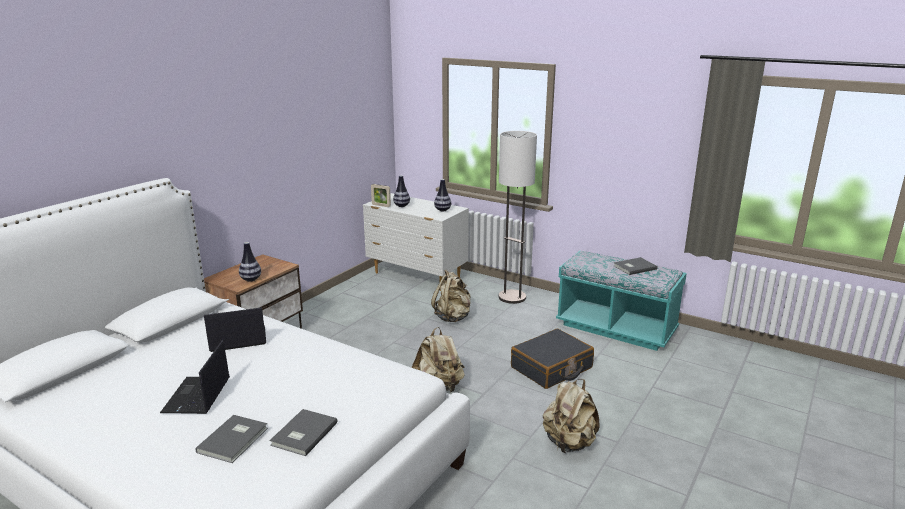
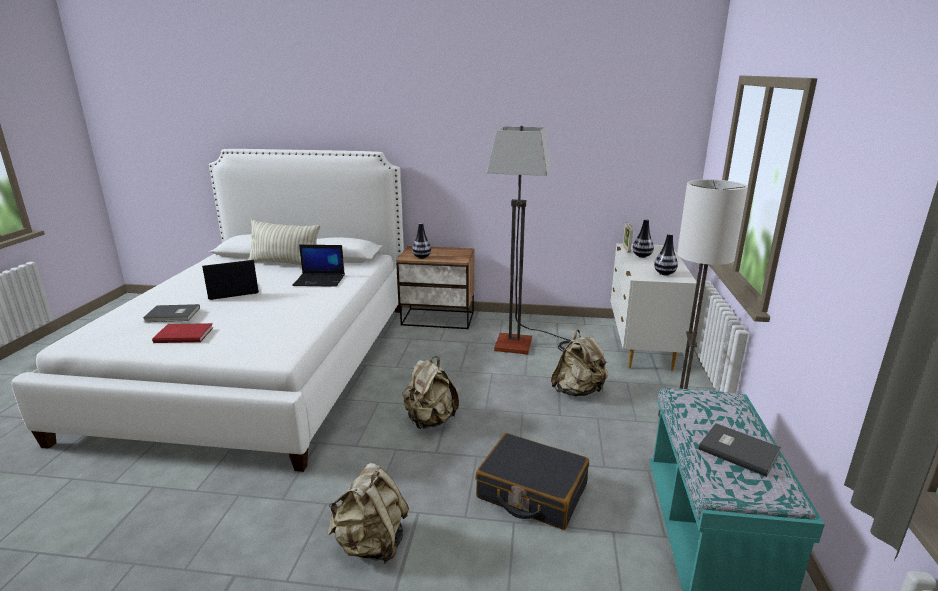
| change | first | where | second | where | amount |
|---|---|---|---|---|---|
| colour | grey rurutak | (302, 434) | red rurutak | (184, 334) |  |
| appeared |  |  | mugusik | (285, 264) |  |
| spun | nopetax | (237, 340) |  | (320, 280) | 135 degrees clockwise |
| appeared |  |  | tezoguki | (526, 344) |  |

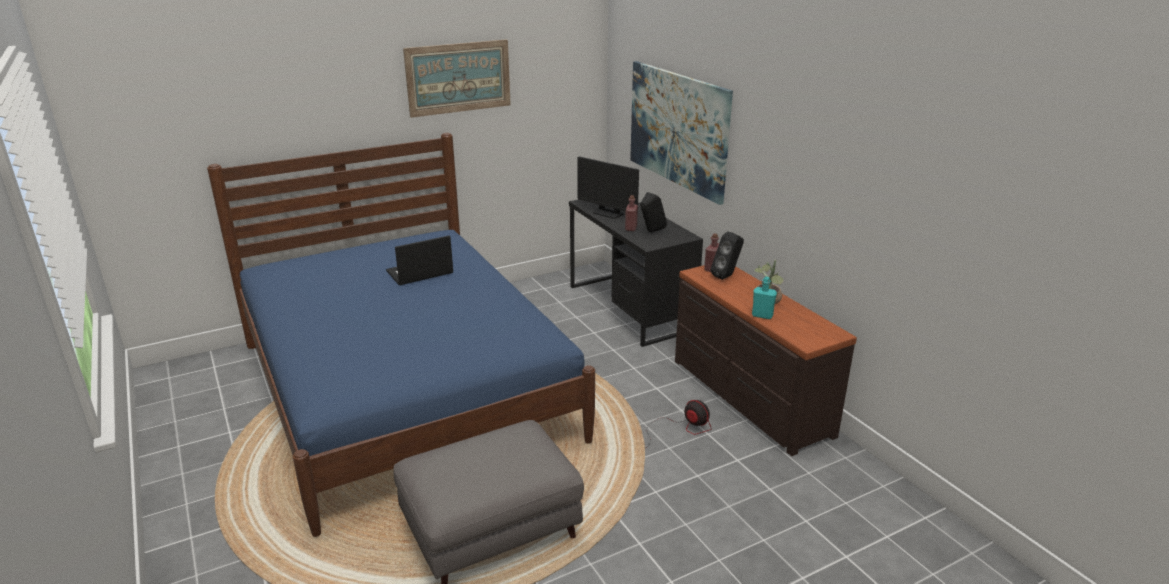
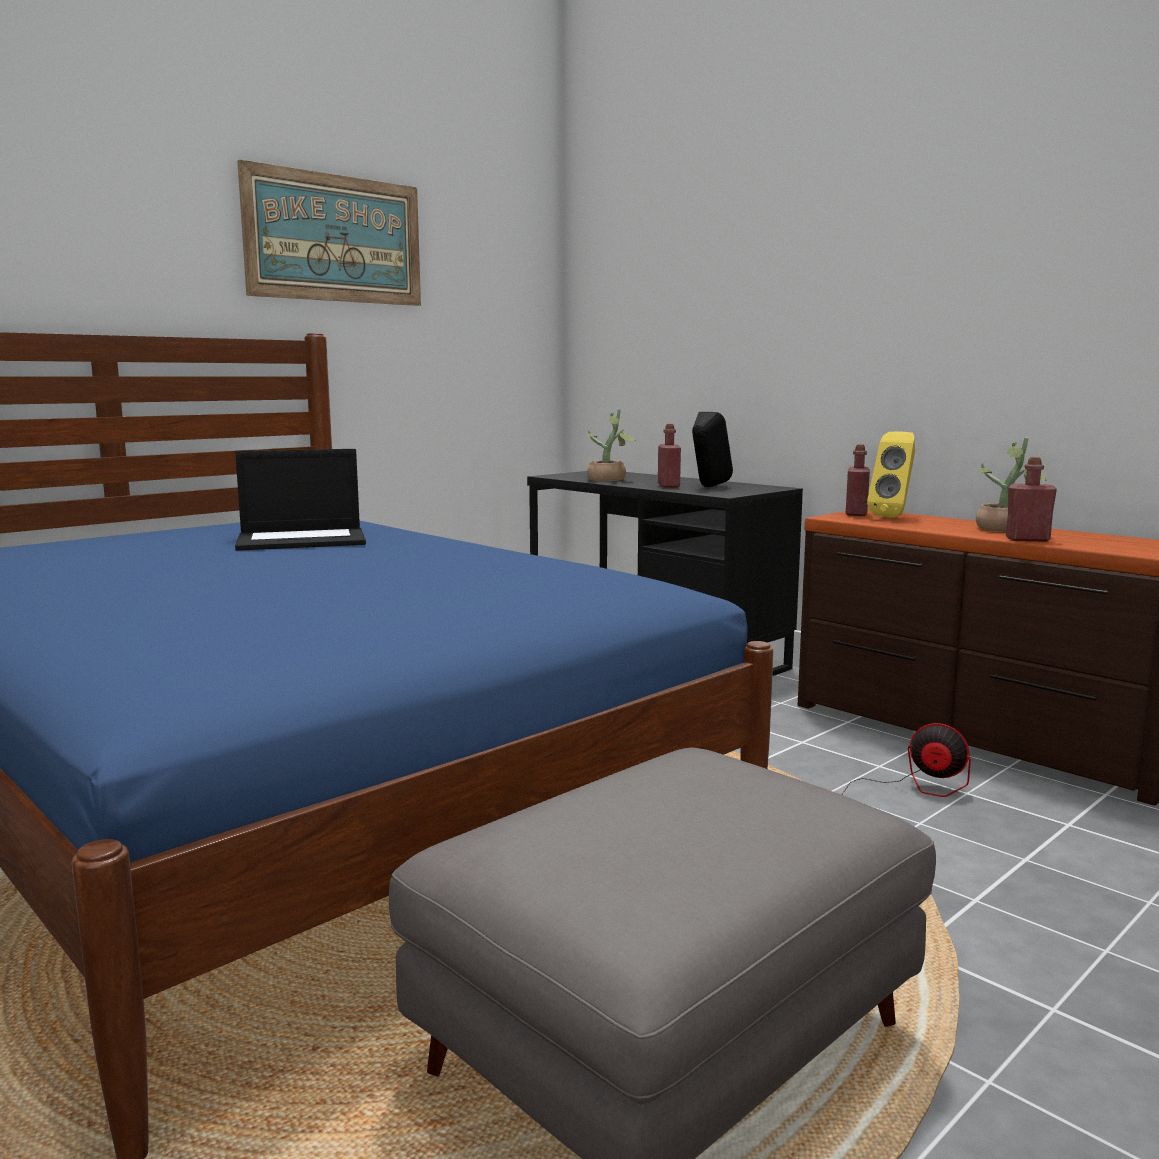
| change | first | where | second | where | amount |
|---|---|---|---|---|---|
| spun | nopetax | (419, 272) |  | (303, 540) | 150 degrees counterclockwise |
| exchanged | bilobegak | (608, 213) | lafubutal | (609, 479) |  |
| colour | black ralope | (727, 276) | yellow ralope | (893, 517) |  |
| colour | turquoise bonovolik | (762, 315) | red bonovolik | (1027, 539) |  |
| missing | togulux | (678, 129) |  |  |  |

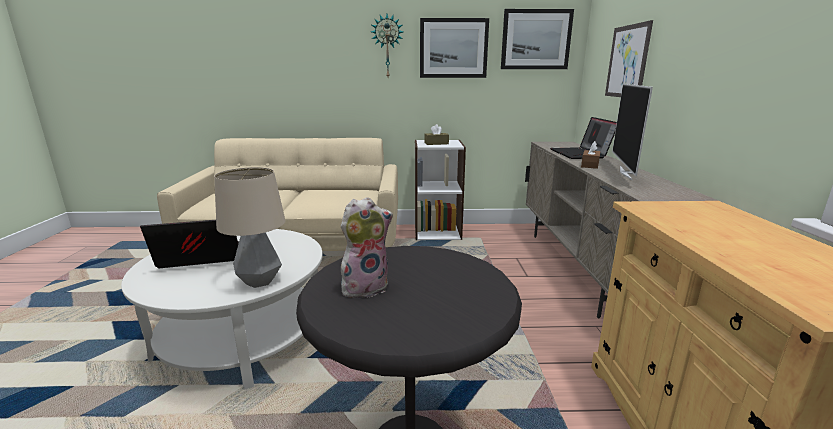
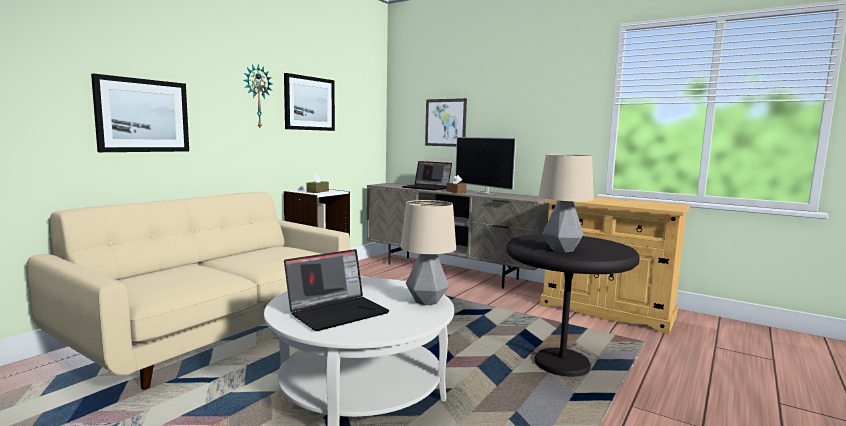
| change | first | where | second | where | amount |
|---|---|---|---|---|---|
| relocated | togulux | (535, 40) |  | (143, 115) |  |
| spun | nopetax | (202, 258) |  | (338, 312) | 150 degrees counterclockwise |
| exchanged | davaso | (365, 286) | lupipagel | (562, 250) |  |

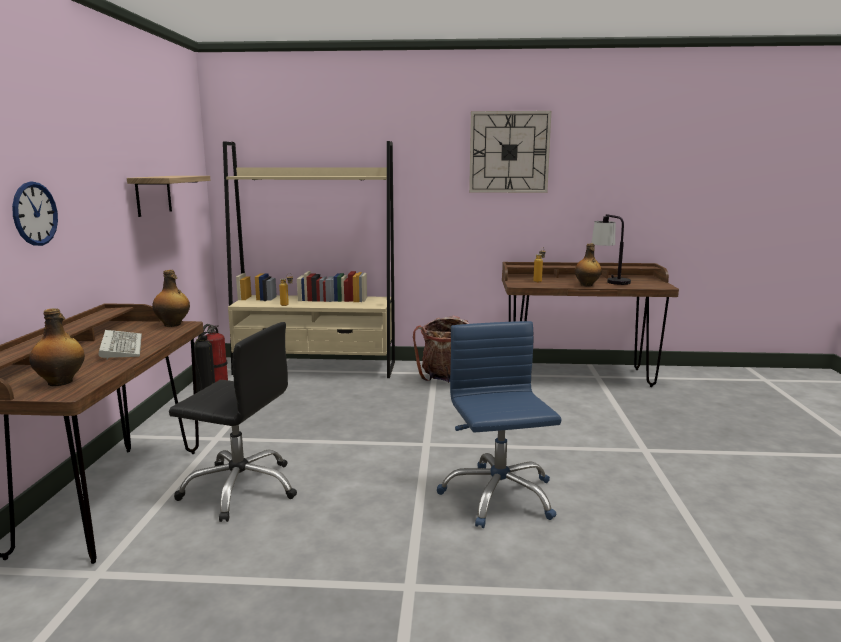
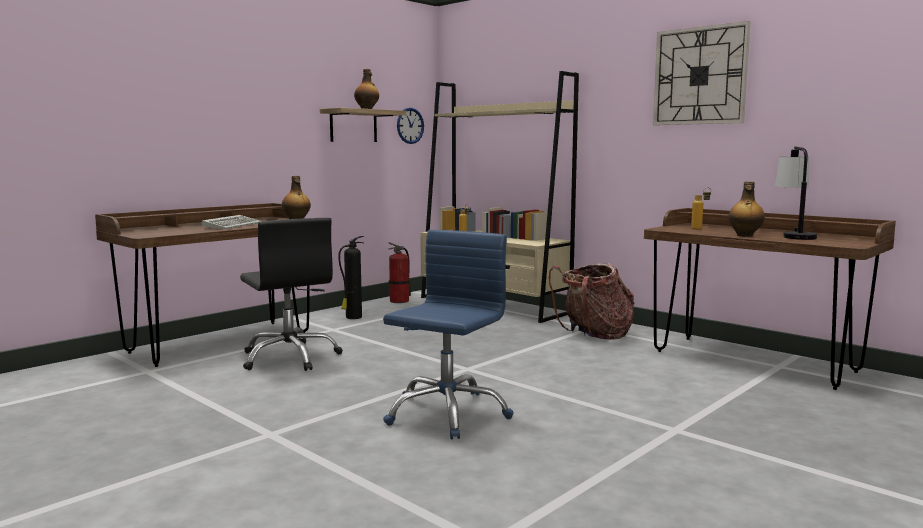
| change | first | where | second | where | amount |
|---|---|---|---|---|---|
| relocated | bonovolik | (61, 382) |  | (367, 109) |  |
| relocated | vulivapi | (35, 214) |  | (410, 125) |  |

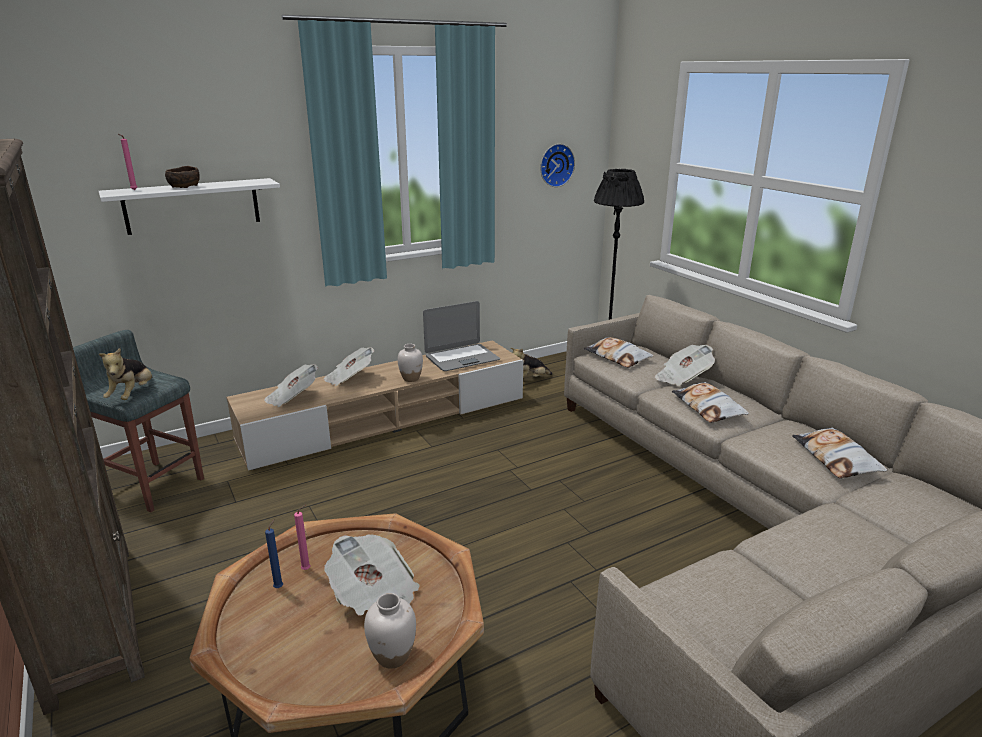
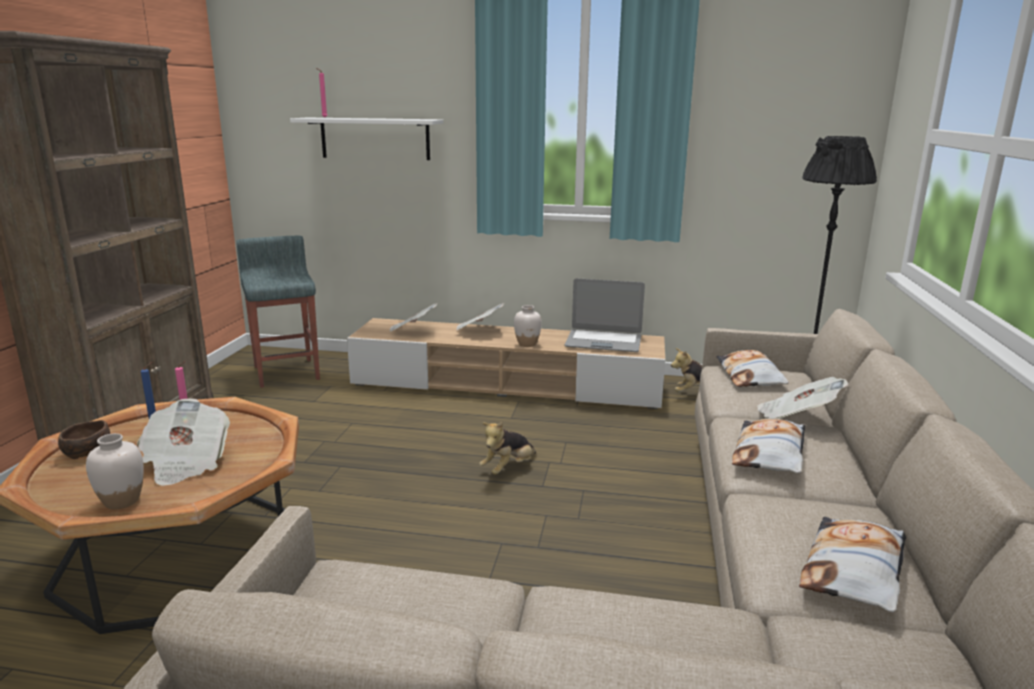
| change | first | where | second | where | amount |
|---|---|---|---|---|---|
| relocated | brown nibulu | (184, 187) |  | (86, 452) |  |
| relocated | davaso | (133, 395) |  | (508, 468) |  |
| missing | vulivapi | (555, 165) |  |  |  |

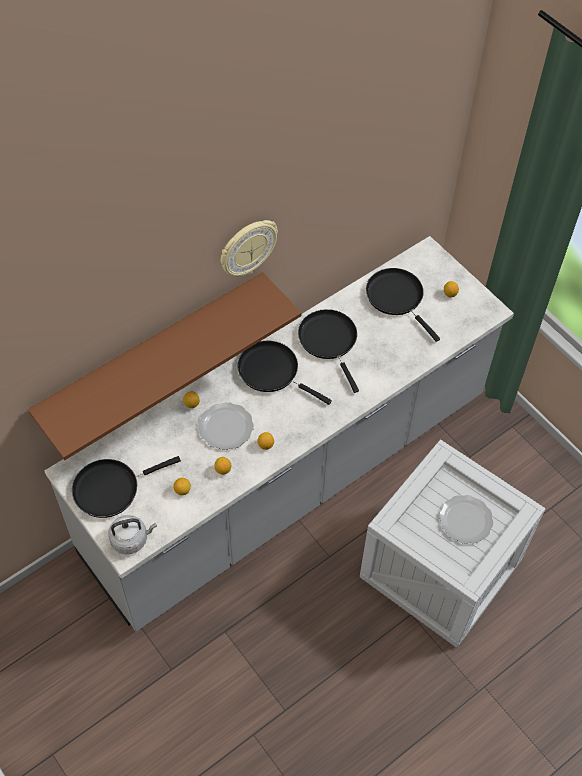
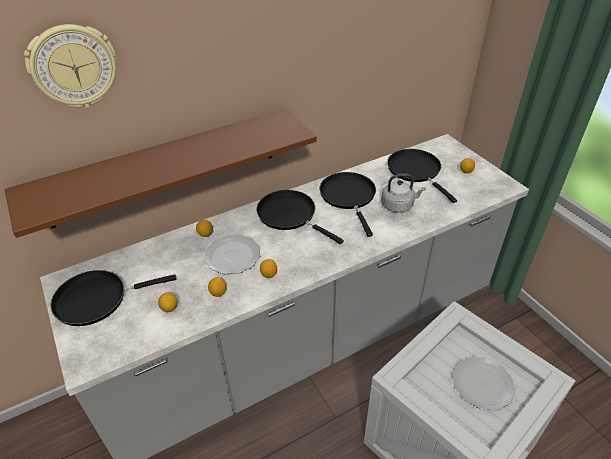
| change | first | where | second | where | amount |
|---|---|---|---|---|---|
| relocated | vulivapi | (247, 248) |  | (74, 67) |  |
| relocated | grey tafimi | (131, 539) |  | (399, 205) |  |

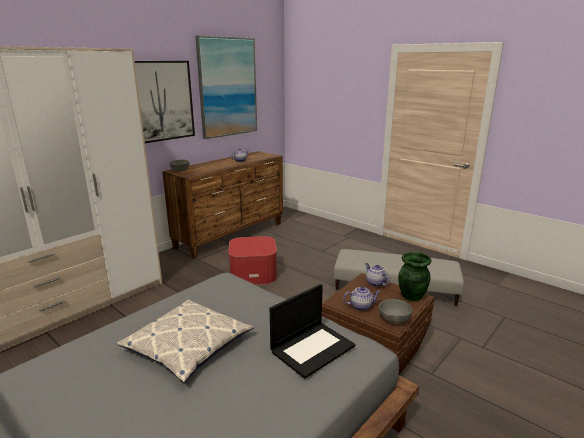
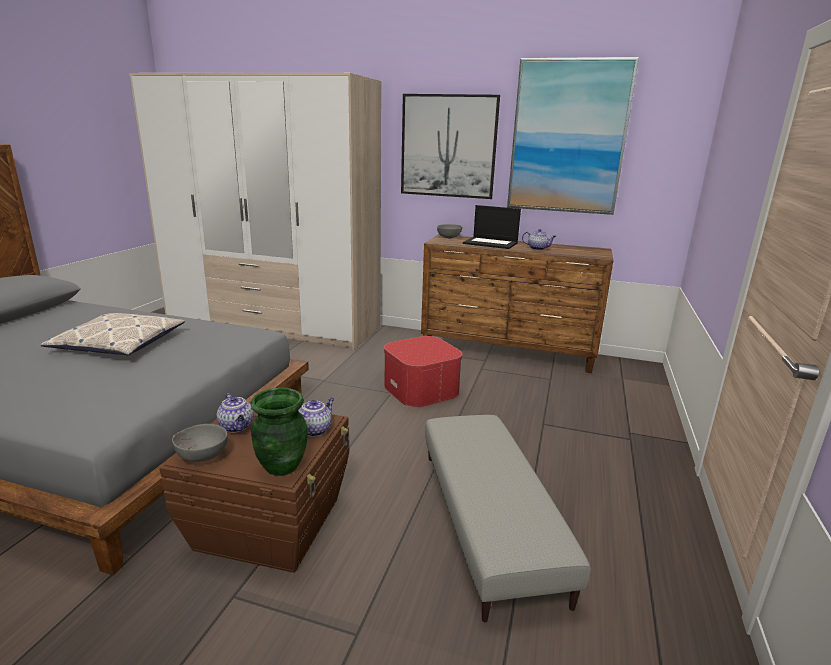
| change | first | where | second | where | amount |
|---|---|---|---|---|---|
| relocated | nopetax | (313, 348) |  | (491, 243) |  |

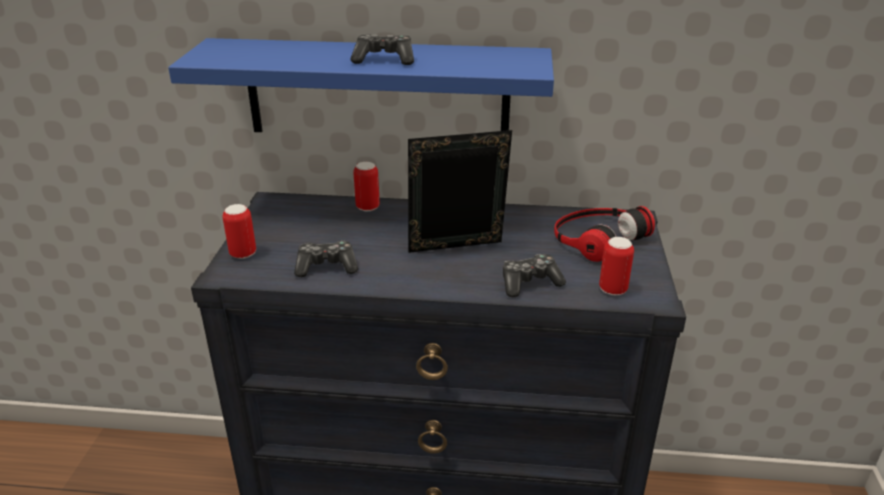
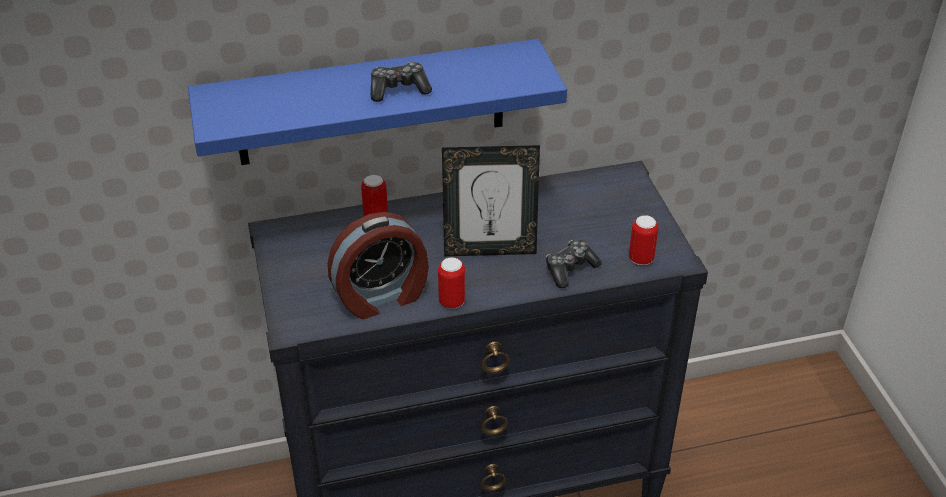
| change | first | where | second | where | amount |
|---|---|---|---|---|---|
| exchanged | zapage | (326, 267) | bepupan | (381, 296) |  |
| relocated | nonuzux | (243, 254) |  | (452, 301) |  |
| spun | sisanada | (457, 251) |  | (490, 250) | 150 degrees counterclockwise |
| missing | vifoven | (596, 237) |  |  |  |

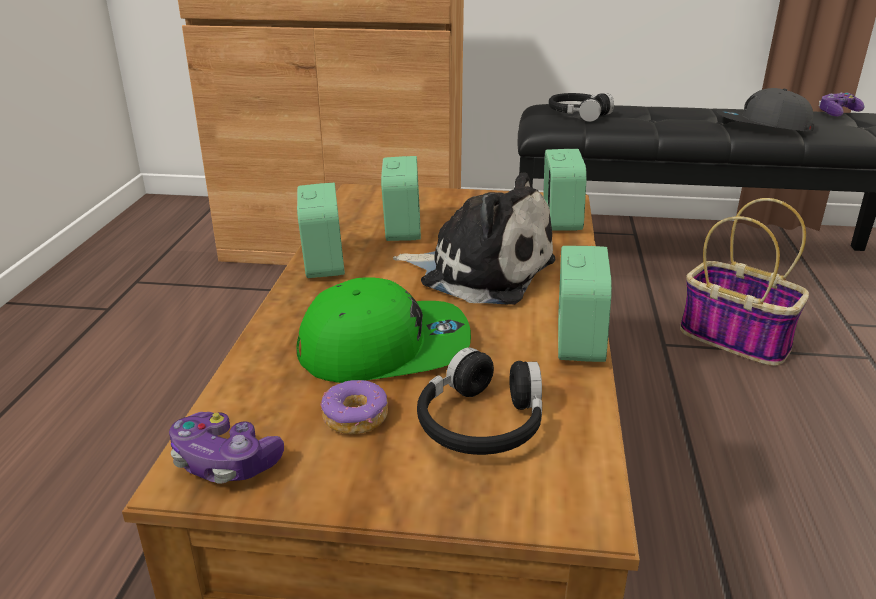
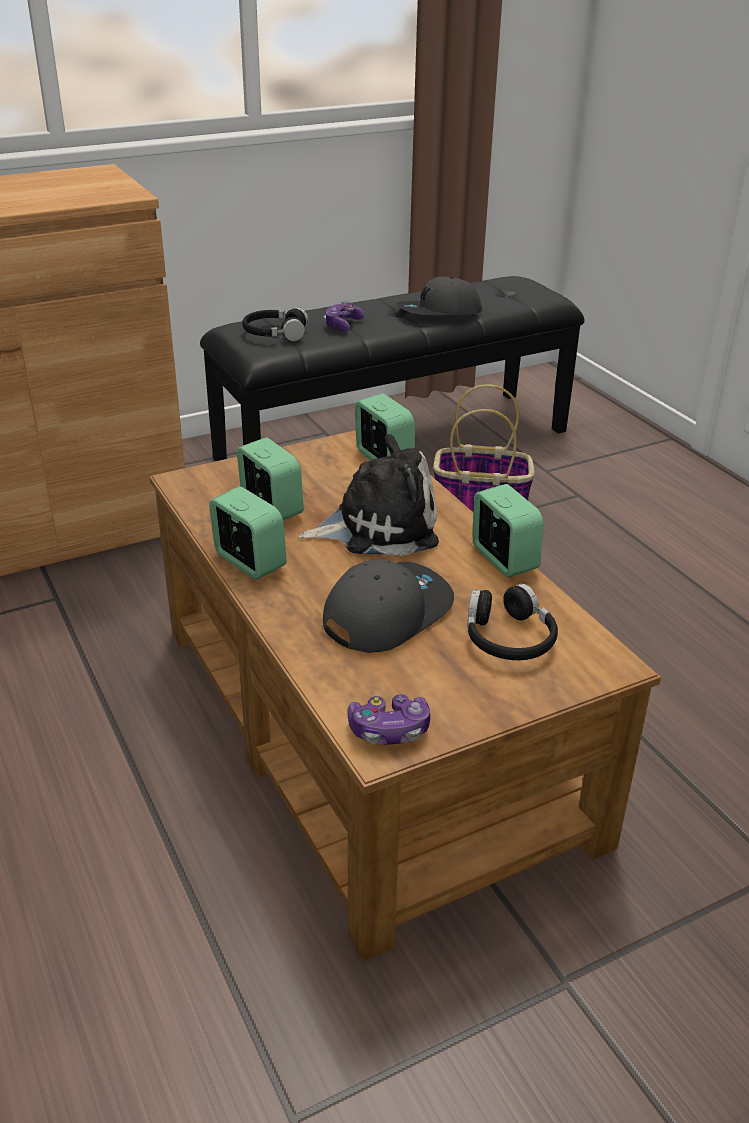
| change | first | where | second | where | amount |
|---|---|---|---|---|---|
| colour | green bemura | (384, 347) | grey bemura | (386, 612) |  |
| relocated | zapage | (837, 113) |  | (343, 325) |  |
| missing | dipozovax | (355, 417) |  |  |  |

